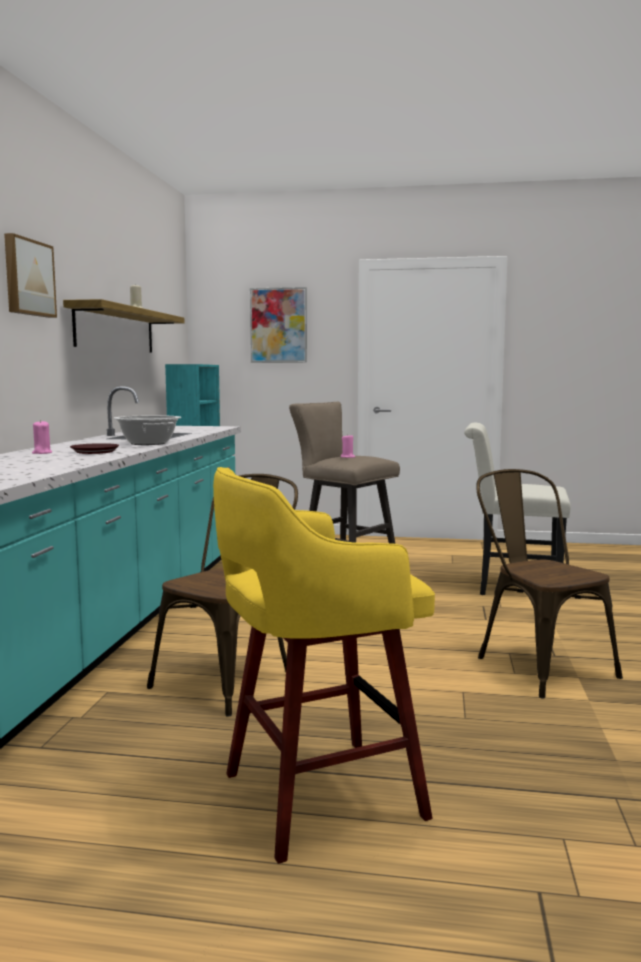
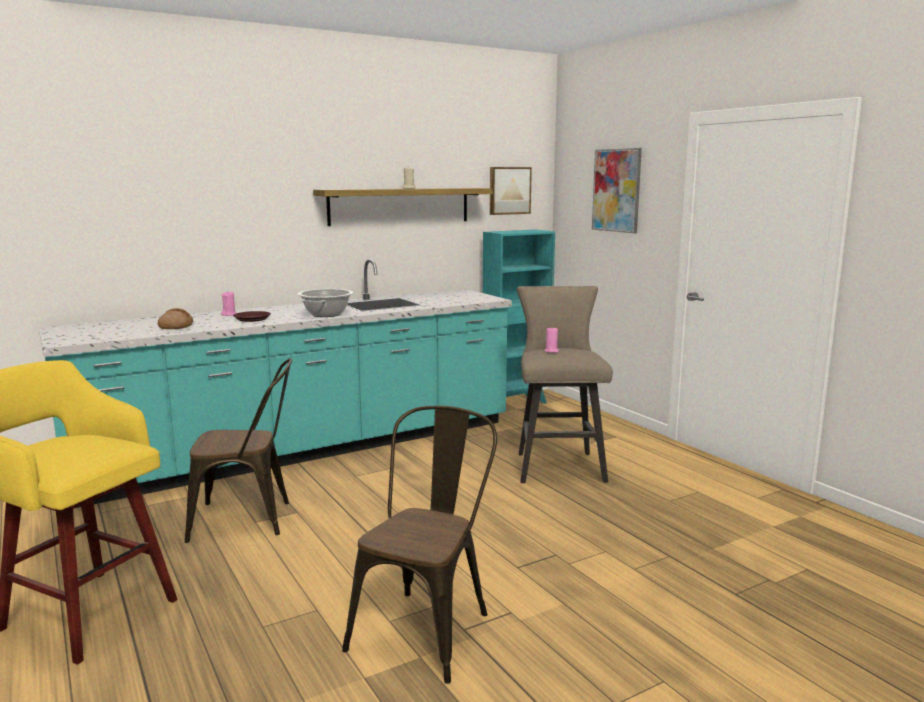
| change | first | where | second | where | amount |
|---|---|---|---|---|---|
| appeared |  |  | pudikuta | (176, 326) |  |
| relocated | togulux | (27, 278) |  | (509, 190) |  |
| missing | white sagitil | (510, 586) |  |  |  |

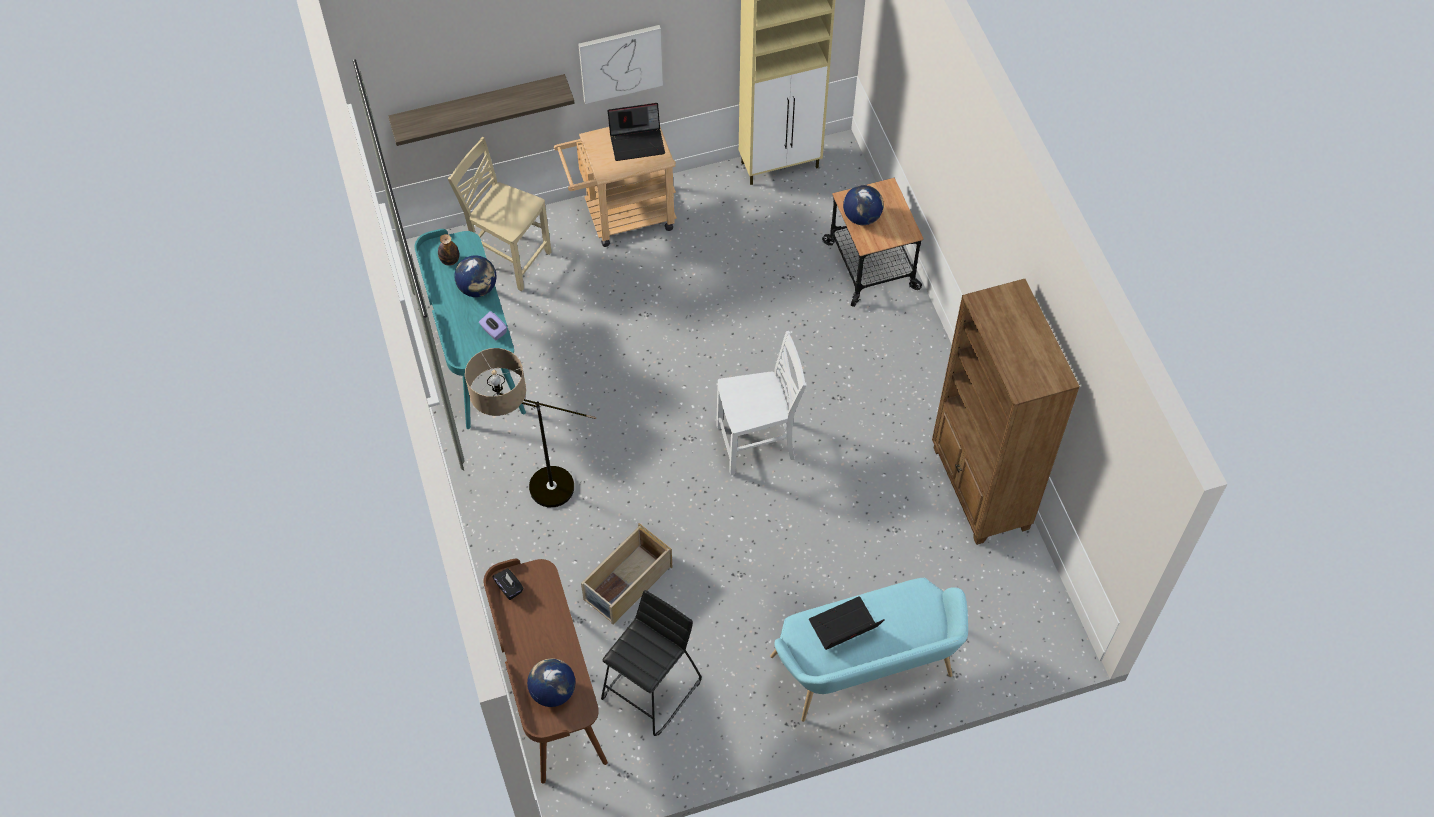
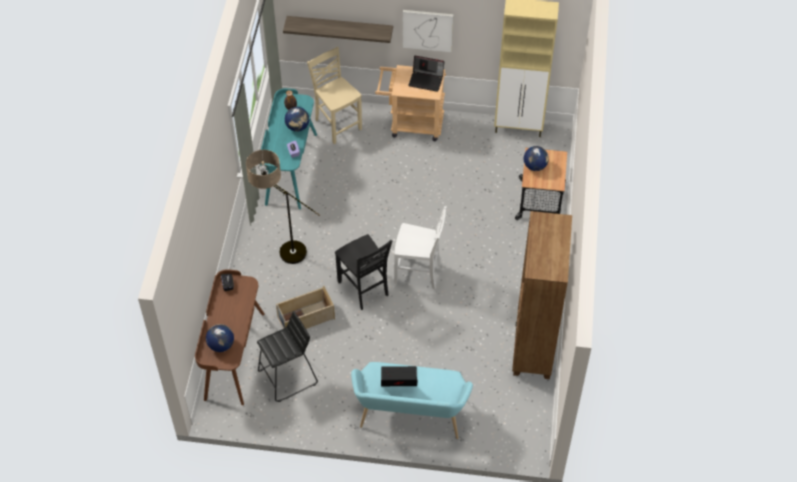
| change | first | where | second | where | amount |
|---|---|---|---|---|---|
| appeared |  |  | black sagitil | (364, 289) |  |

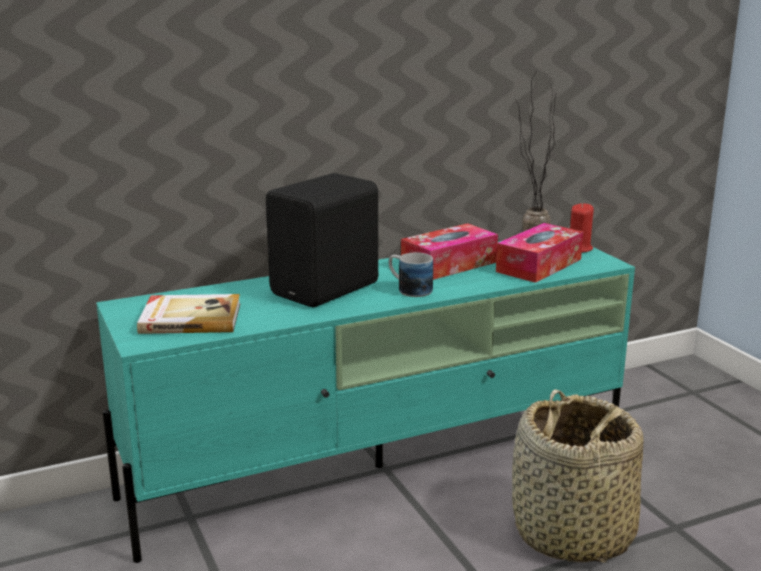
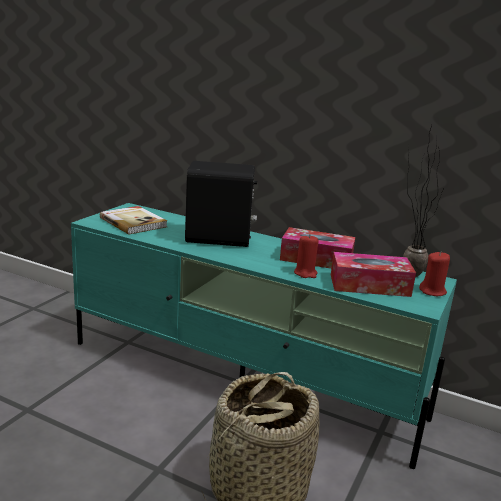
| change | first | where | second | where | amount |
|---|---|---|---|---|---|
| appeared |  |  | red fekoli | (305, 273) |  |
| missing | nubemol | (409, 289) |  |  |  |

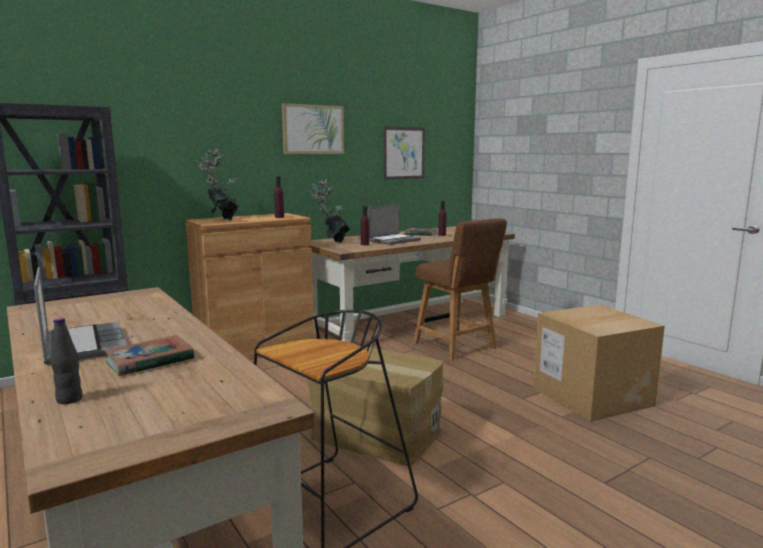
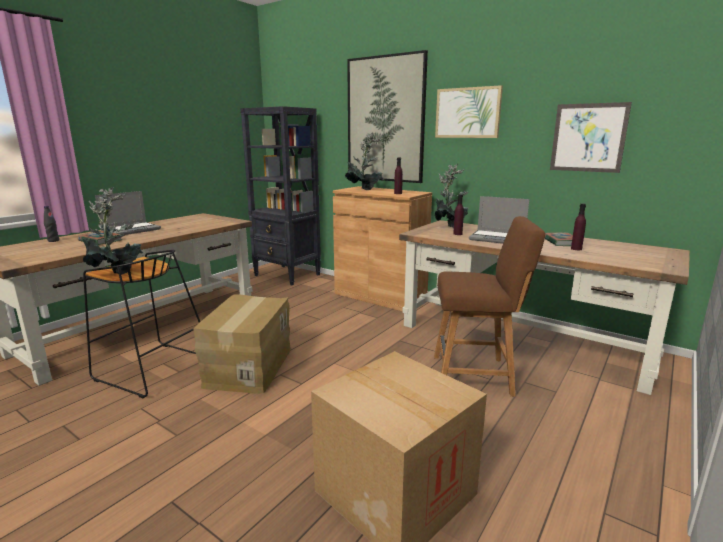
| change | first | where | second | where | amount |
|---|---|---|---|---|---|
| appeared |  |  | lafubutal | (117, 272) |  |
| appeared |  |  | togulux | (385, 120) |  |
| spun | brown sagitil | (457, 347) |  | (476, 375) | 120 degrees counterclockwise |

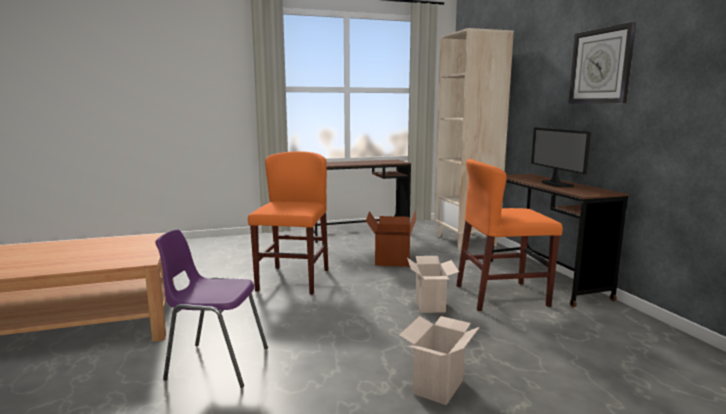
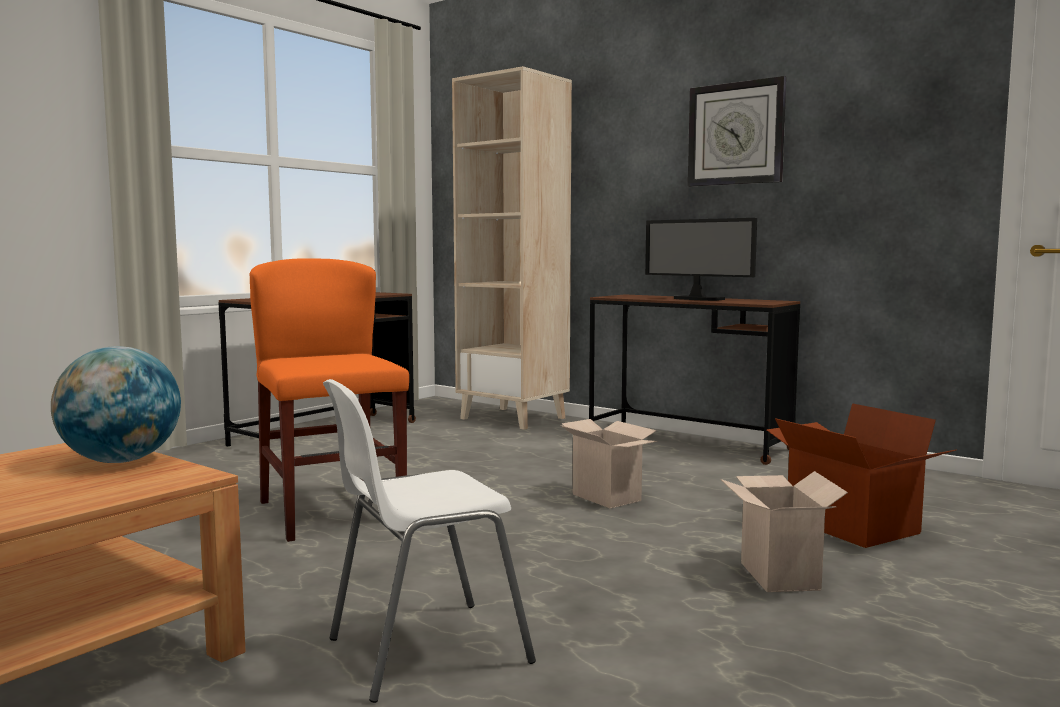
| change | first | where | second | where | amount |
|---|---|---|---|---|---|
| appeared |  |  | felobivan | (120, 461) |  |
| colour | purple sagitil | (215, 363) | white sagitil | (423, 651) |  |
| relocated | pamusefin | (391, 259) |  | (850, 526) |  |
| missing | orange sagitil | (501, 295) |  |  |  |

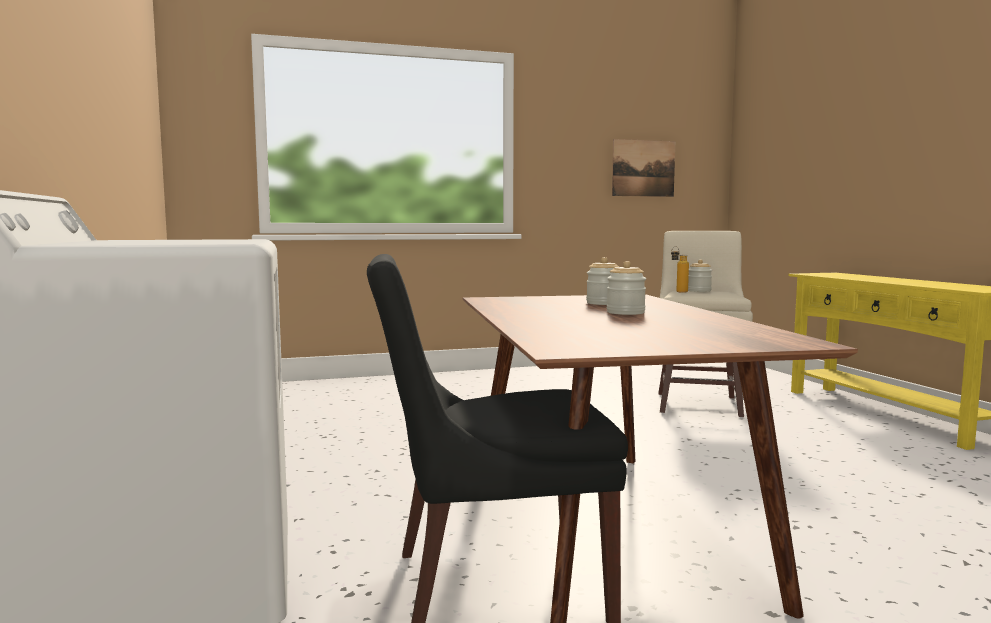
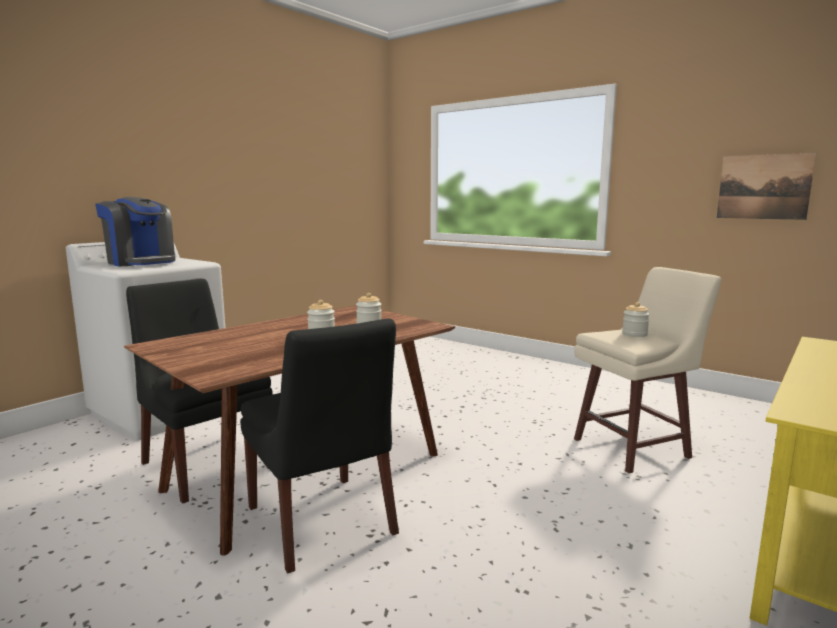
| change | first | where | second | where | amount |
|---|---|---|---|---|---|
| appeared |  |  | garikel | (141, 262) |  |
| appeared |  |  | black sagitil | (323, 523) |  |
| missing | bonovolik | (678, 291) |  |  |  |

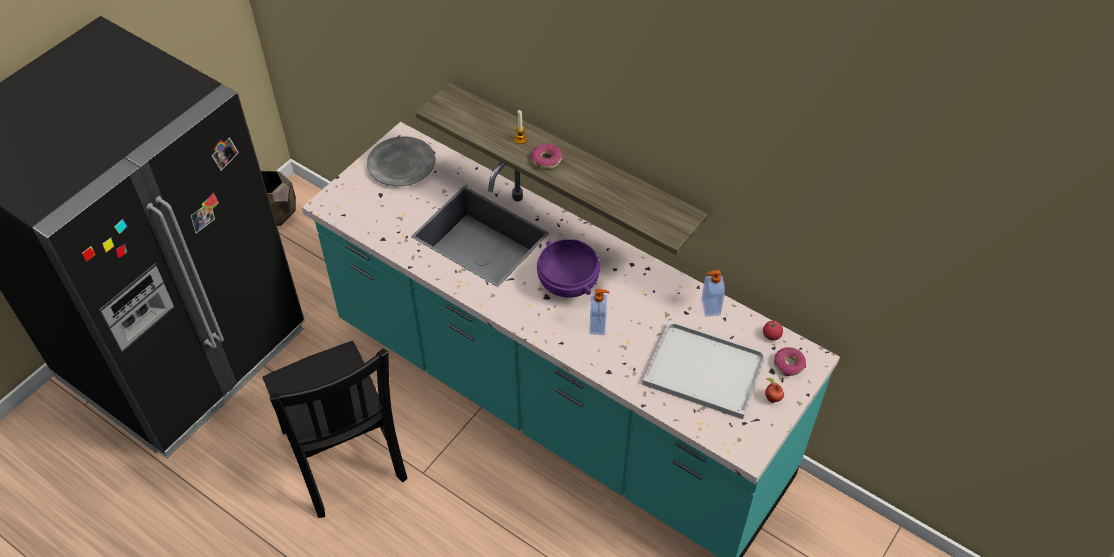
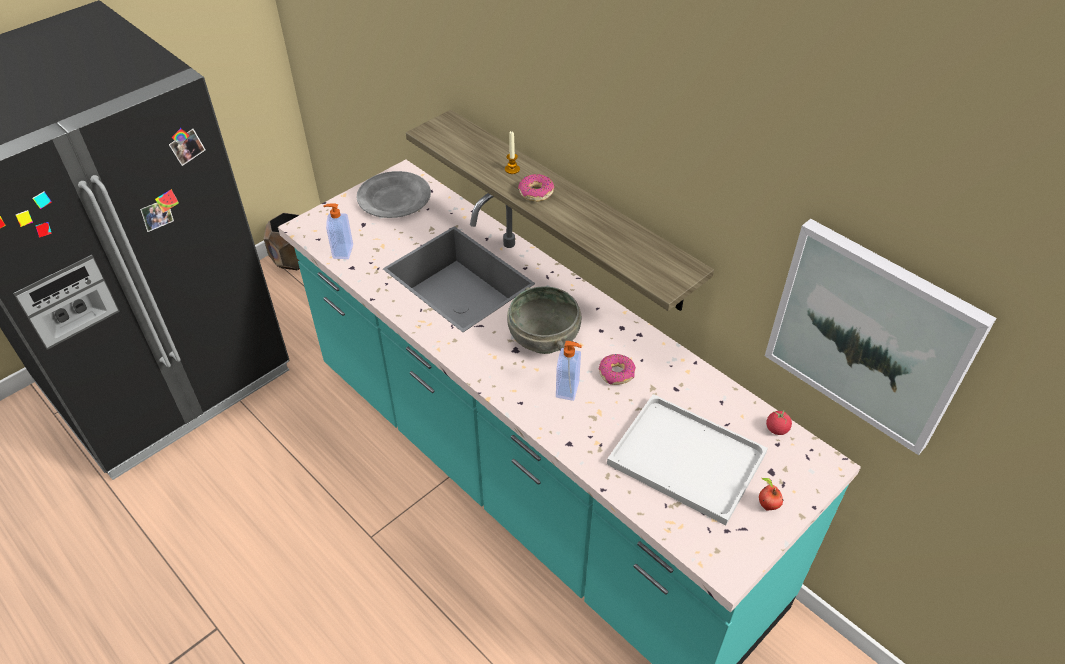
| change | first | where | second | where | amount |
|---|---|---|---|---|---|
| relocated | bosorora | (709, 307) |  | (342, 251) |  |
| colour | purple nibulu | (569, 283) | grey nibulu | (545, 338) |  |
| relocated | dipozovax | (789, 365) |  | (616, 374) |  |
| appeared |  |  | togulux | (869, 335) |  |
| missing | black sagitil | (345, 458) |  |  |  |

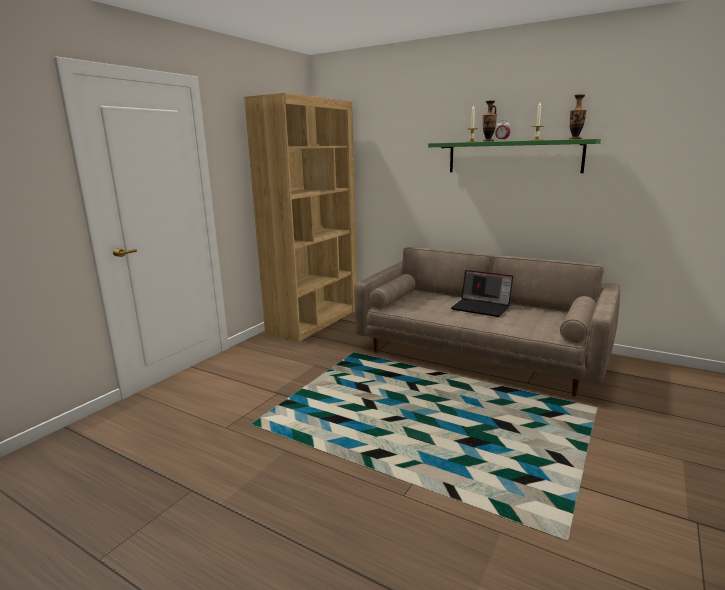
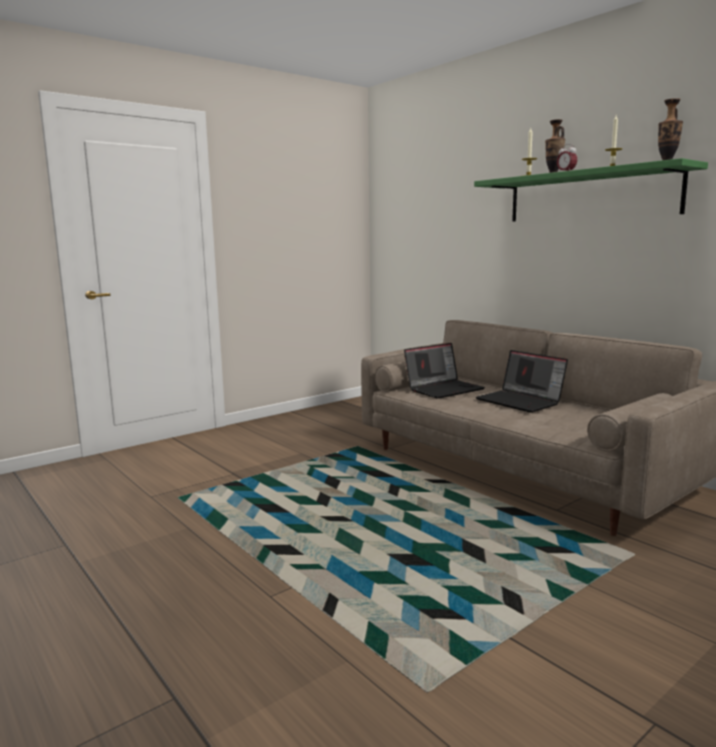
| change | first | where | second | where | amount |
|---|---|---|---|---|---|
| appeared |  |  | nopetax | (444, 389) |  |
| missing | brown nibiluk | (314, 321) |  |  |  |

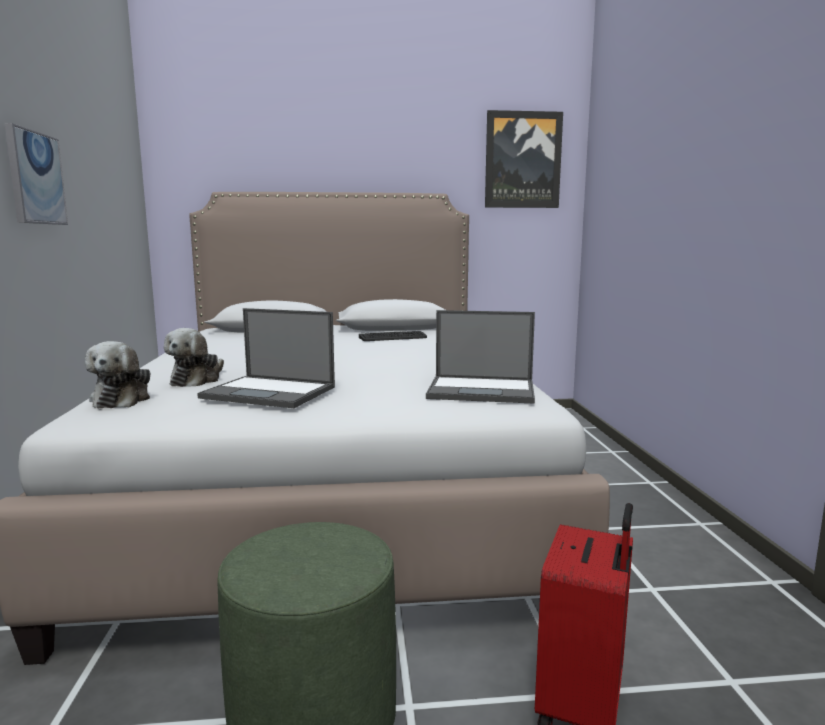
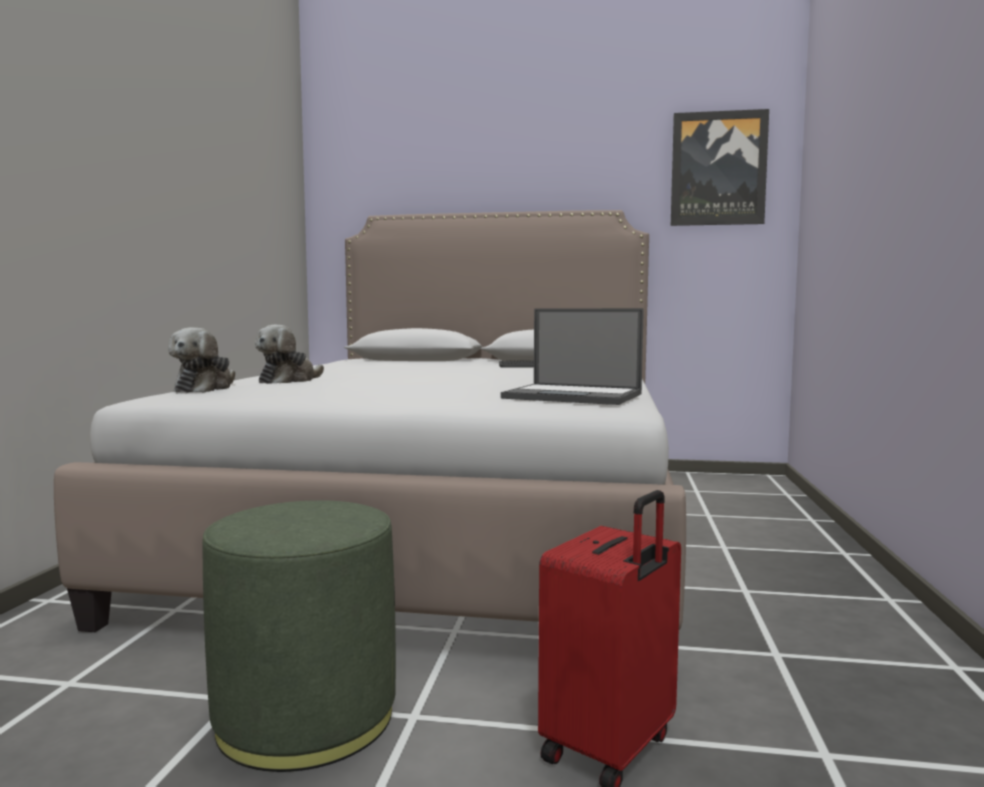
| change | first | where | second | where | amount |
|---|---|---|---|---|---|
| missing | togulux | (35, 178) |  |  |  |
| missing | nopetax | (270, 392) |  |  |  |

